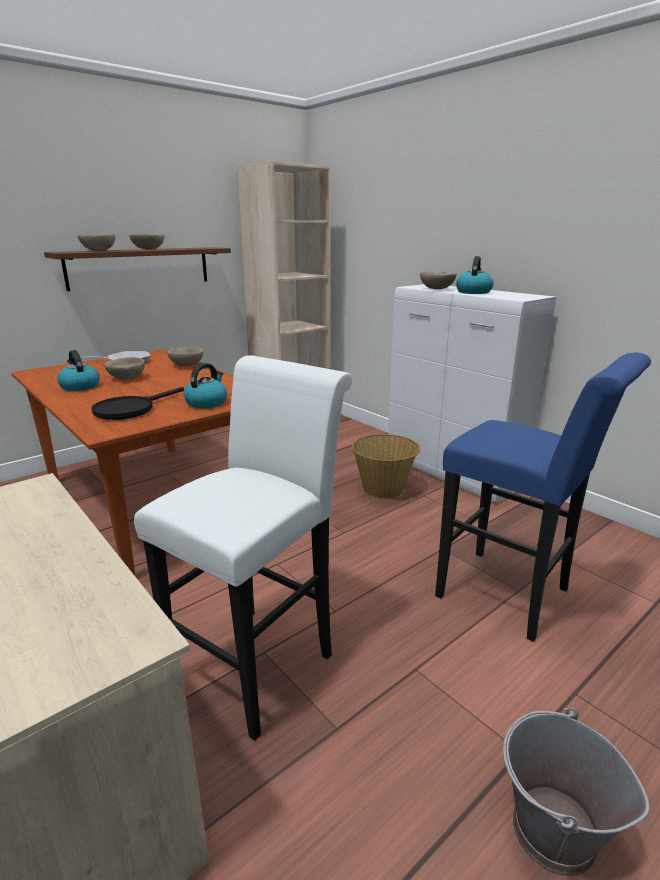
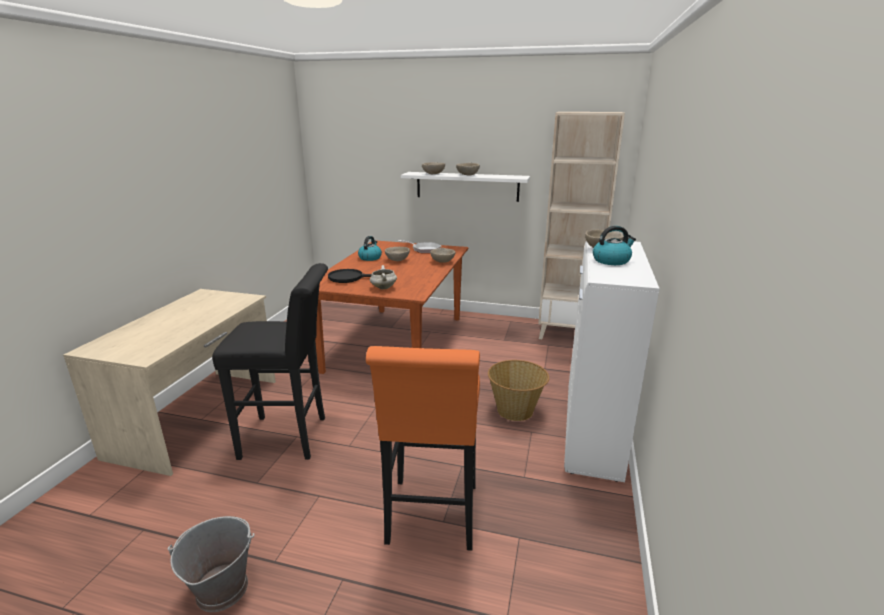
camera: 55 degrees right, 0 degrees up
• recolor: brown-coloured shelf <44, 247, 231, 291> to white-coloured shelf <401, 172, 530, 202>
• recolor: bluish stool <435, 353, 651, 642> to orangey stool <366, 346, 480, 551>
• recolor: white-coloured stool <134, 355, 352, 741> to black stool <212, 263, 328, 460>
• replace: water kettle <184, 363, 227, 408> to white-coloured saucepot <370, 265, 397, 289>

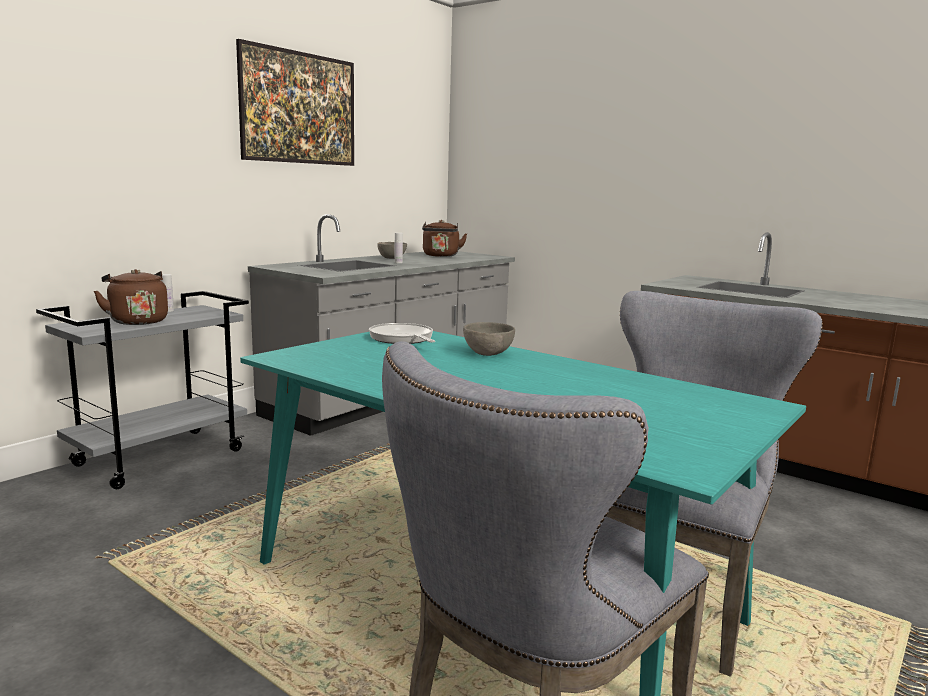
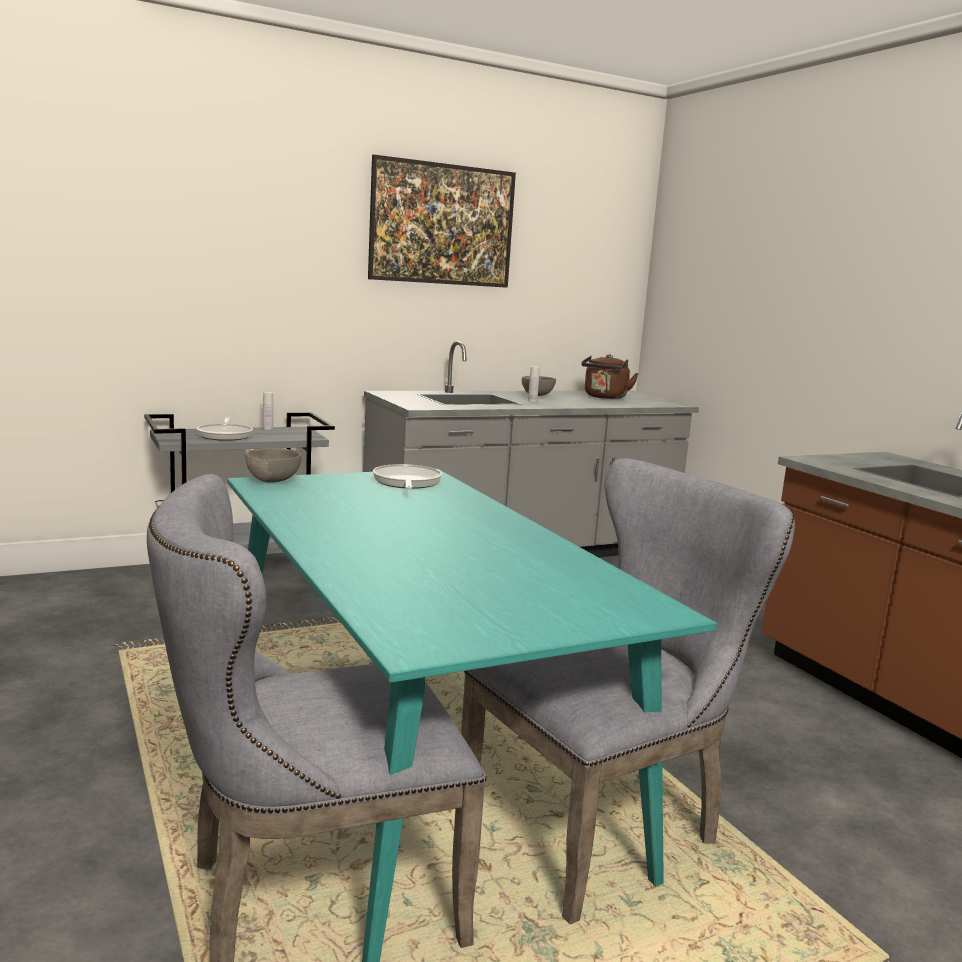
camera: 25 degrees right, 0 degrees up
• replace: brown-coloured water kettle <94, 269, 168, 325> to pan <197, 417, 253, 441>
• move: grey deep dish <463, 322, 515, 356> to <245, 448, 301, 483>

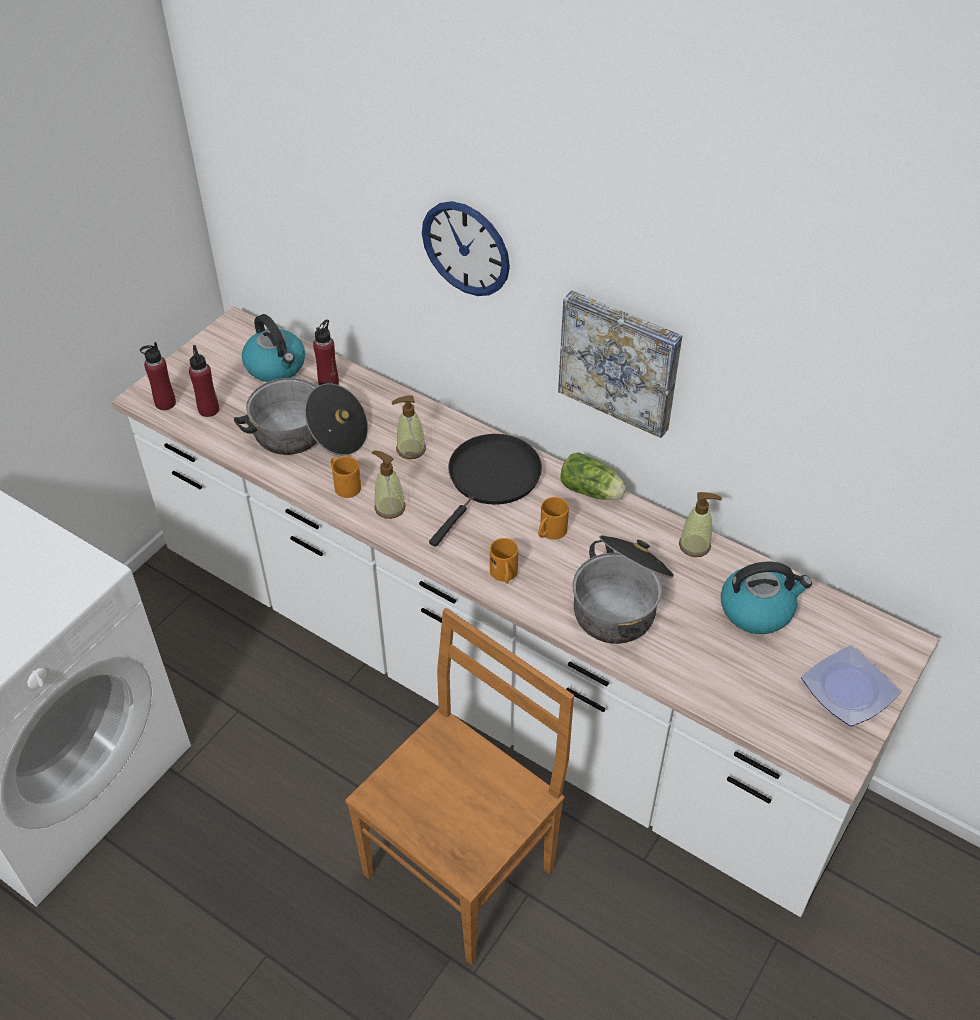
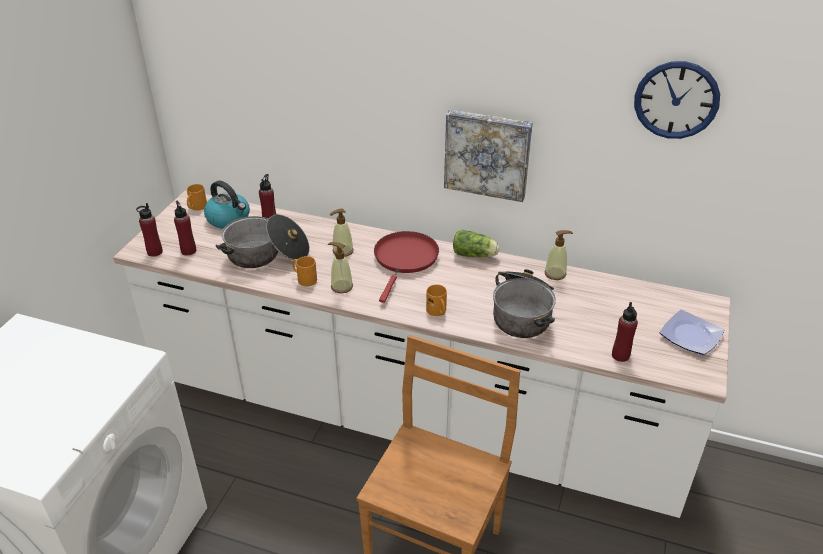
camera: 15 degrees left, 10 degrees down
• move: hanging clock <422, 201, 510, 296> to <634, 61, 720, 139>
• recolor: black pan <429, 434, 542, 547> to reddish pan <374, 231, 439, 303>
• move: orangey coffee mug <538, 497, 569, 540> to <187, 184, 207, 210>
• delete: water kettle <721, 562, 812, 634>
• insert: reddish drink bottle <612, 302, 638, 362>

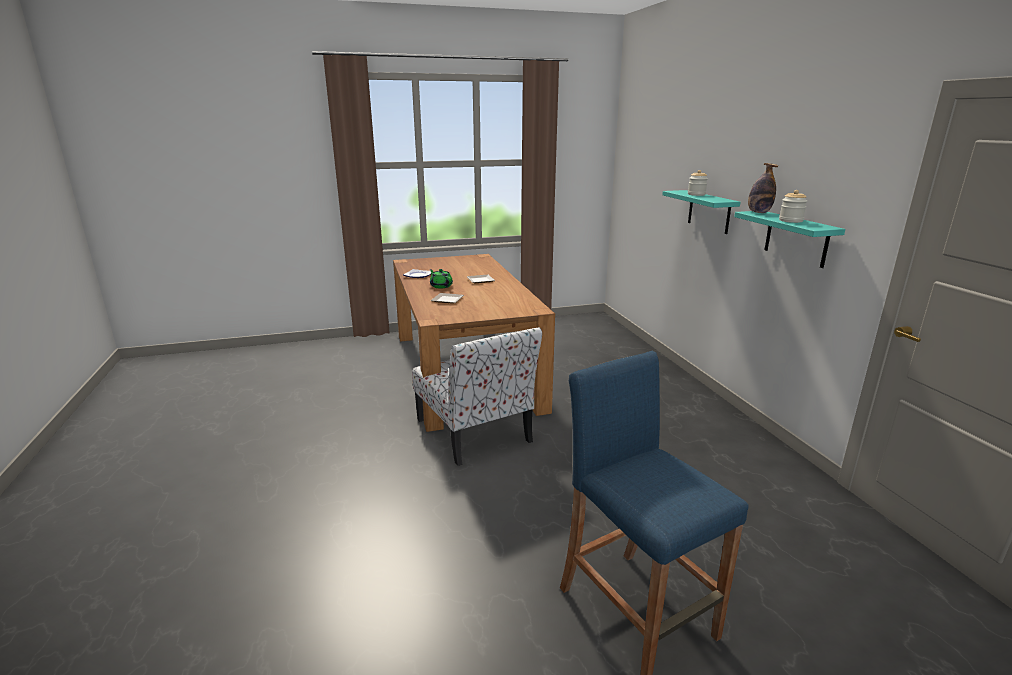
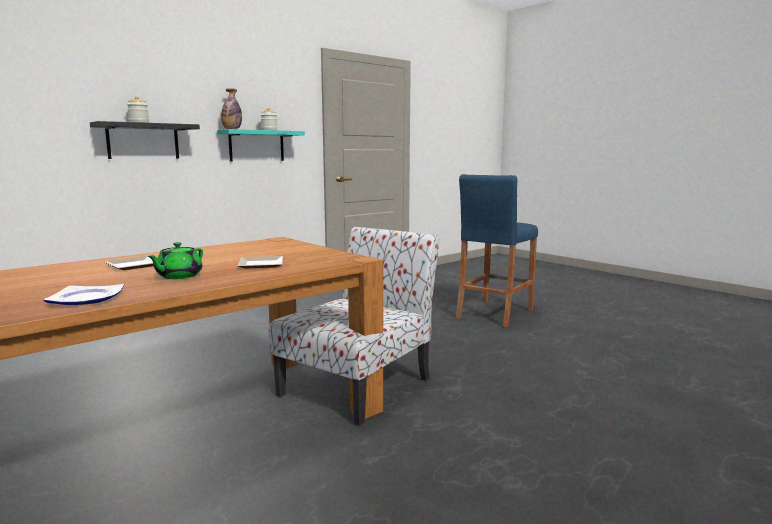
camera: 115 degrees left, 10 degrees down
• recolor: turquoise-coloured shelf <662, 190, 740, 234> to black shelf <90, 121, 200, 159>

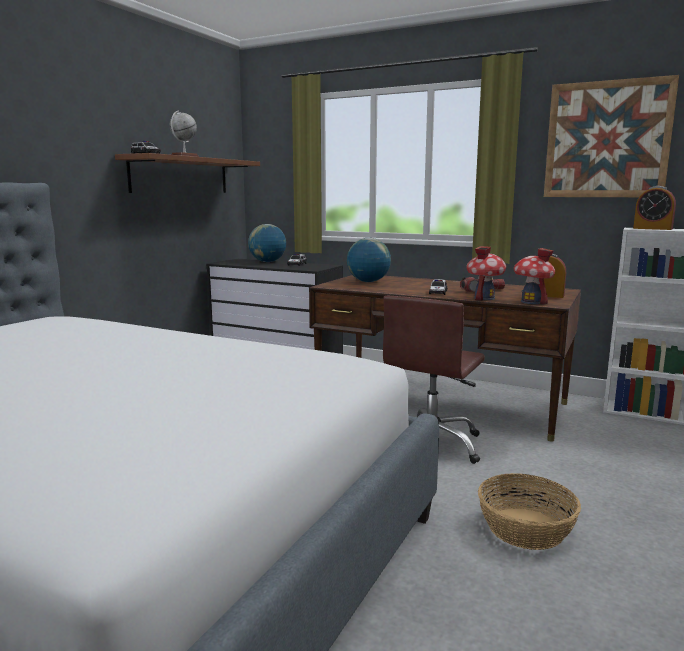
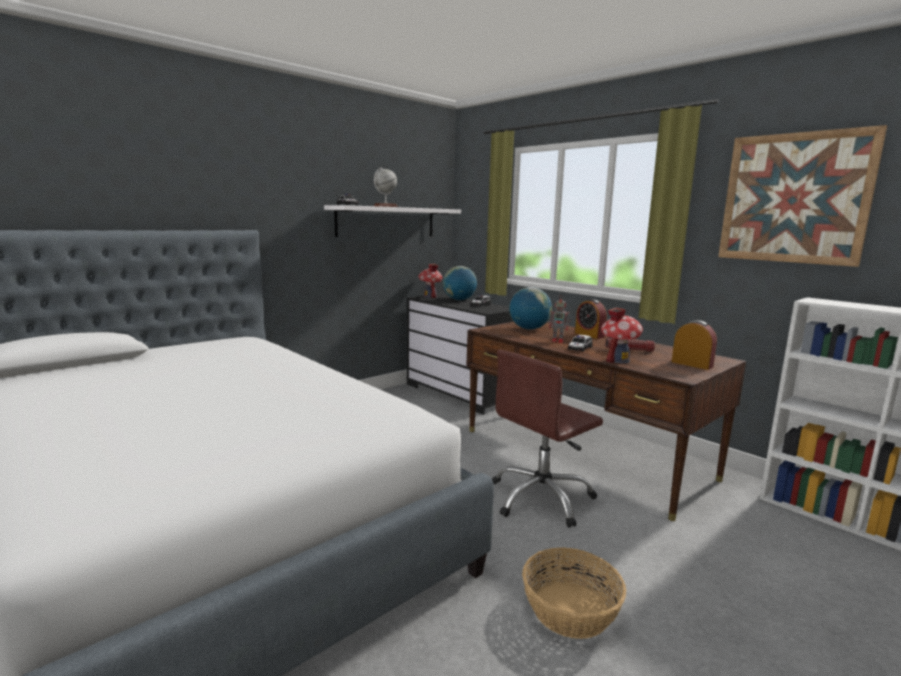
camera: 20 degrees right, 0 degrees up
• recolor: brown-coloured shelf <115, 153, 260, 193> to white-coloured shelf <324, 205, 461, 237>
• move: table clock <633, 186, 676, 230> to <575, 299, 607, 339>
• move: toy house <514, 248, 555, 305> to <418, 264, 442, 298>
• insert: toy robot <549, 295, 571, 343>

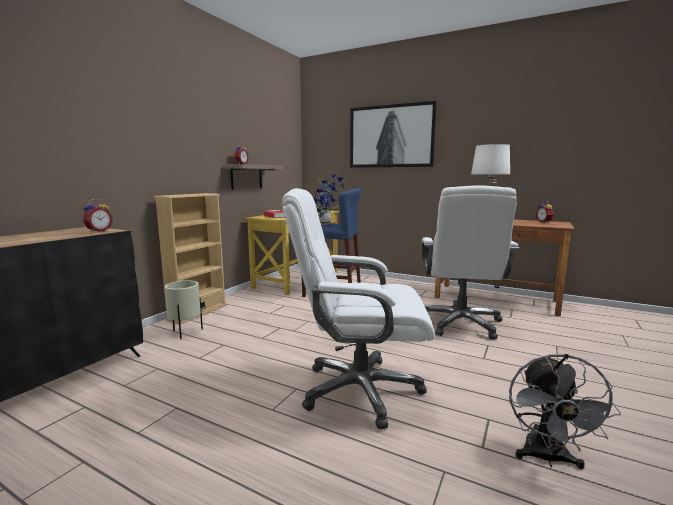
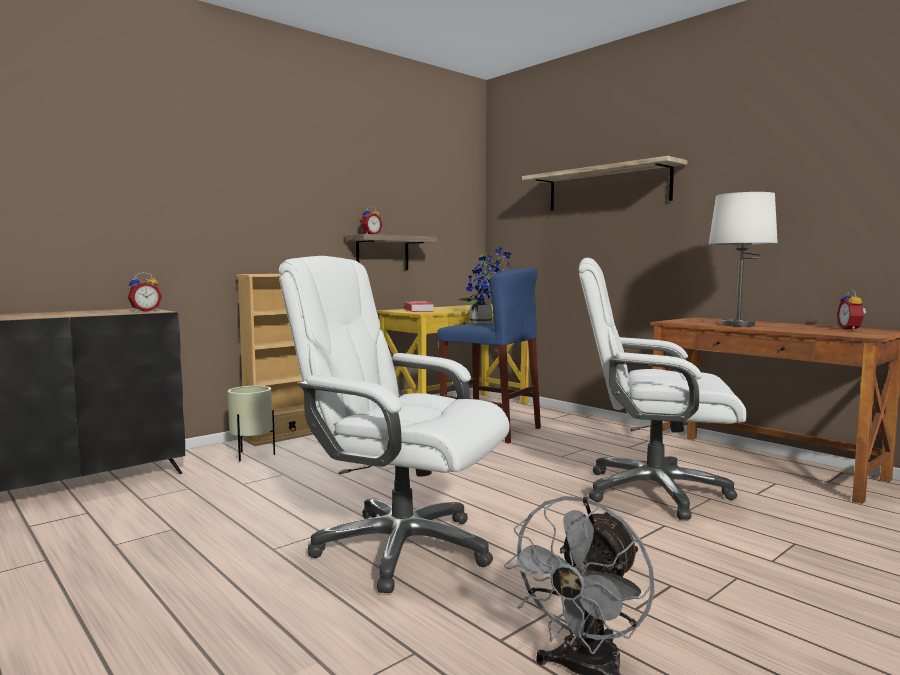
camera: 20 degrees right, 5 degrees down
• replace: wall art <350, 101, 437, 168> to shelf <522, 156, 687, 211>
• rotate: white-coloured computer chair <422, 185, 519, 340> = <579, 258, 747, 520> 75 degrees clockwise

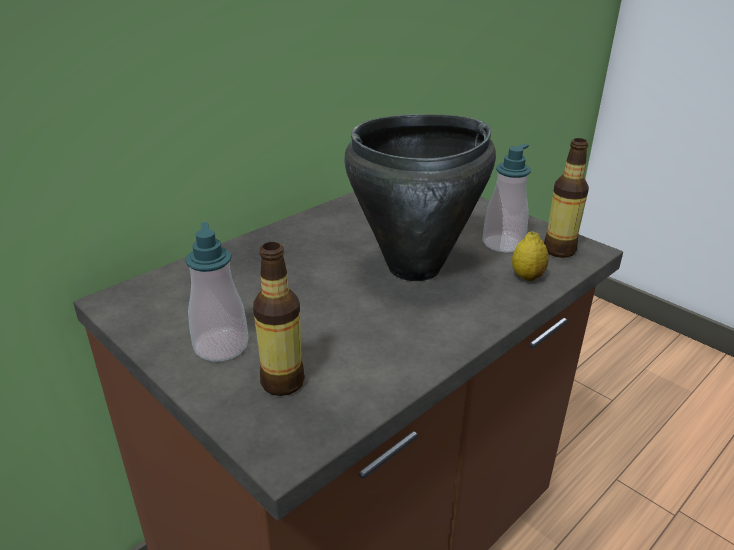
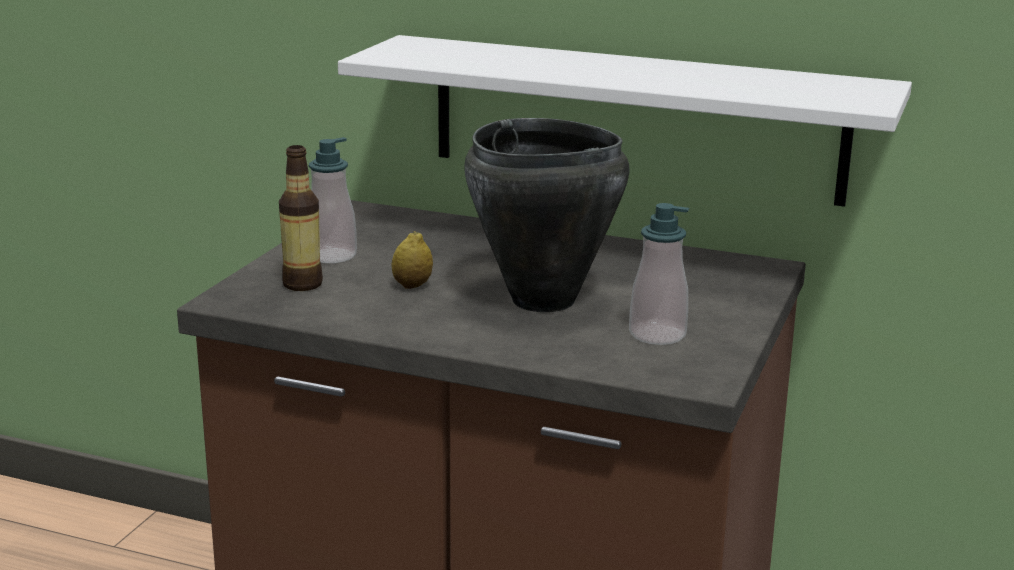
camera: 65 degrees right, 10 degrees down
• delete: drink bottle <544, 138, 589, 258>
• move: citrus fruit <512, 231, 549, 281> to <391, 231, 433, 289>
• insert: white-coloured shelf <338, 35, 912, 207>

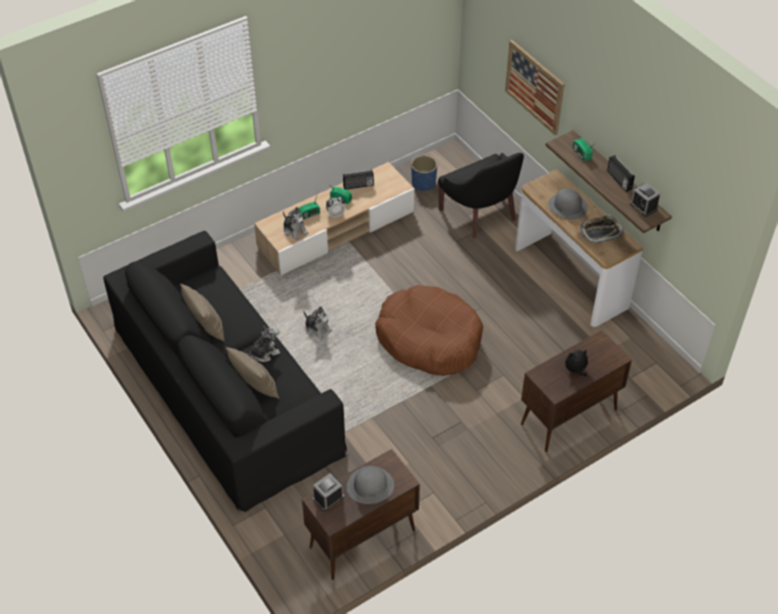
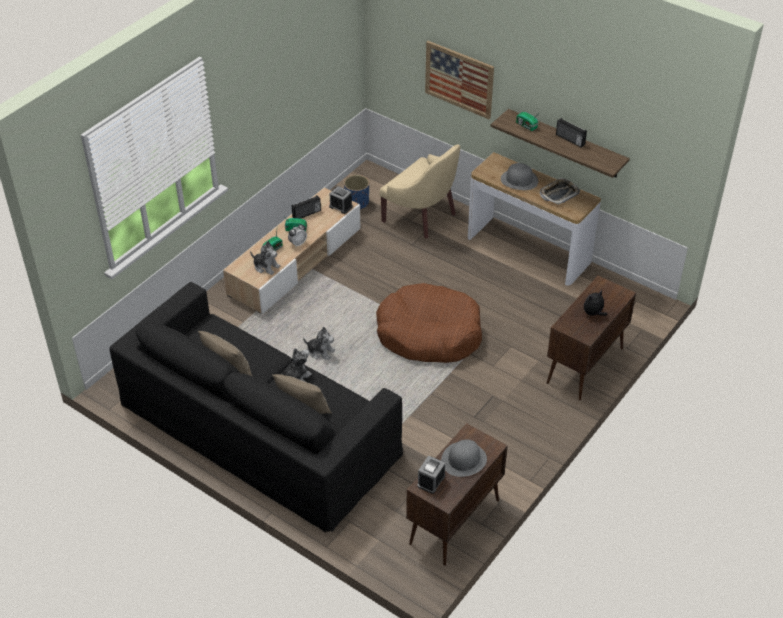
camera: 20 degrees left, 5 degrees down
• recolor: black armchair <438, 153, 524, 238> to beige armchair <379, 144, 460, 239>
• move: table clock <630, 183, 660, 217> to <329, 186, 353, 214>

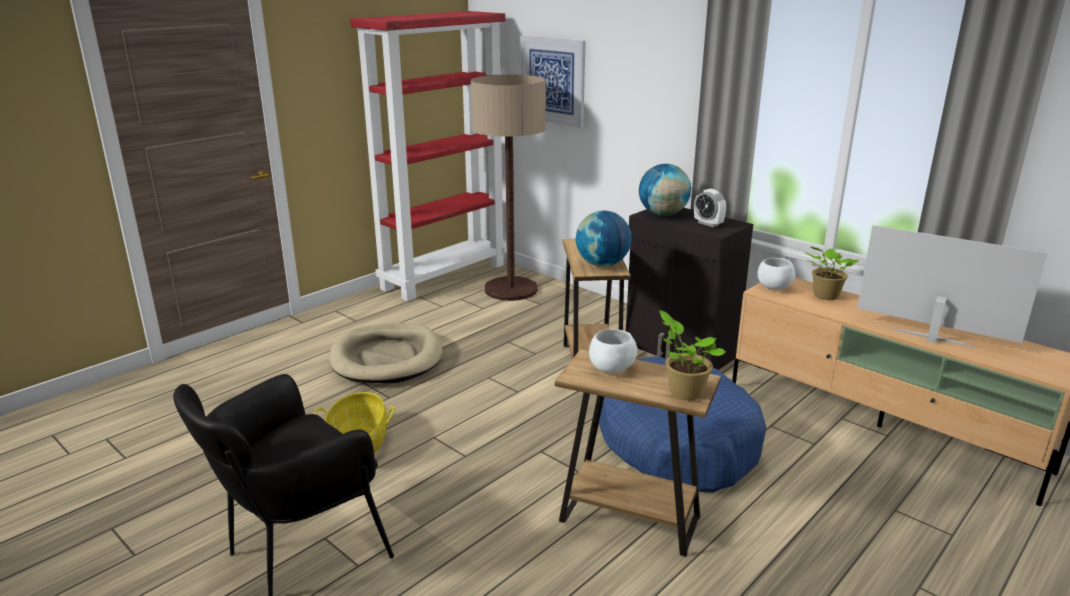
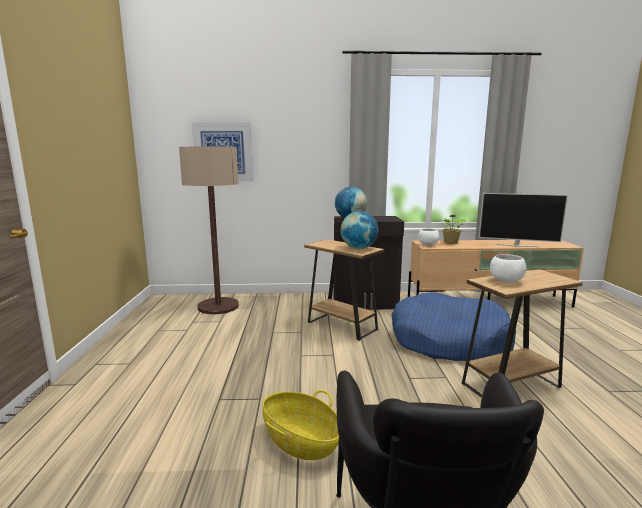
camera: 45 degrees left, 10 degrees down
• delete: reddish bookshelf <350, 11, 506, 301>
• delete: table clock <694, 189, 726, 227>
• rotate: TV set <857, 225, 1048, 348> = <479, 193, 568, 247> 150 degrees counterclockwise
• delete: houseplant <660, 310, 727, 400>
• delete: beige pet bed <329, 323, 442, 383>

